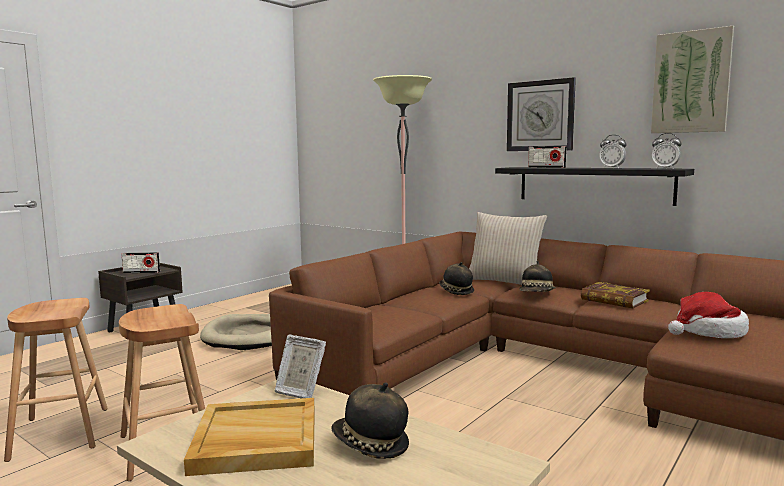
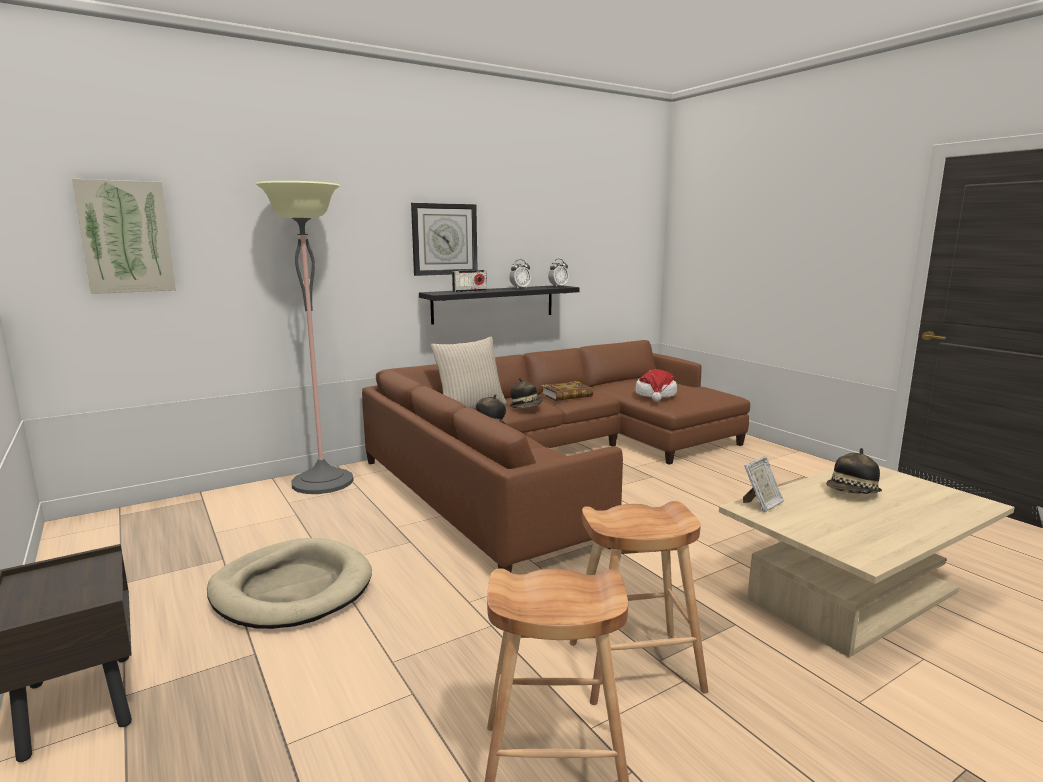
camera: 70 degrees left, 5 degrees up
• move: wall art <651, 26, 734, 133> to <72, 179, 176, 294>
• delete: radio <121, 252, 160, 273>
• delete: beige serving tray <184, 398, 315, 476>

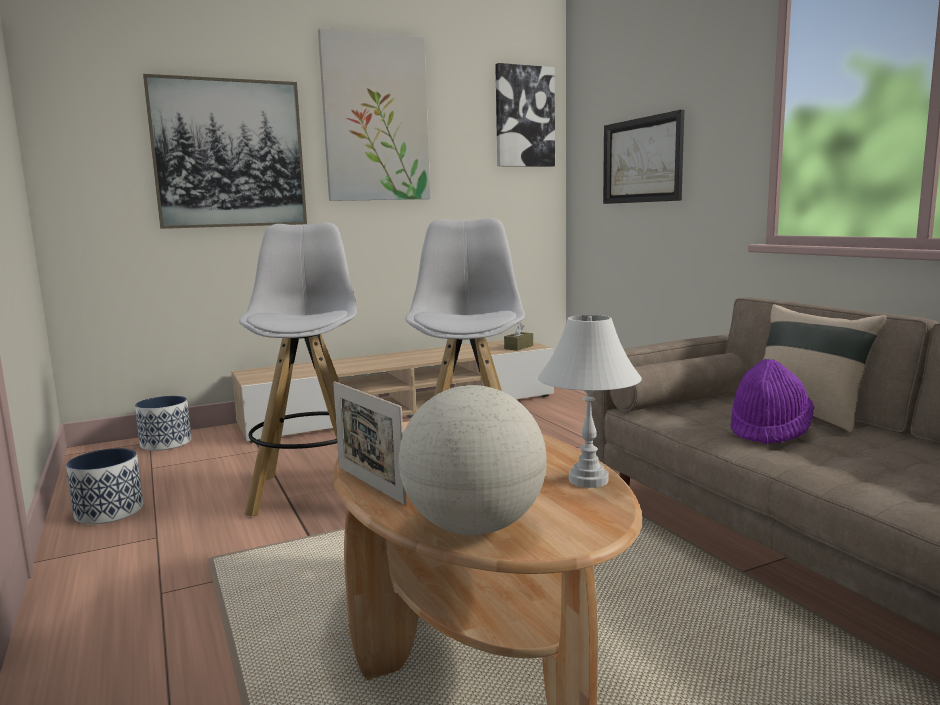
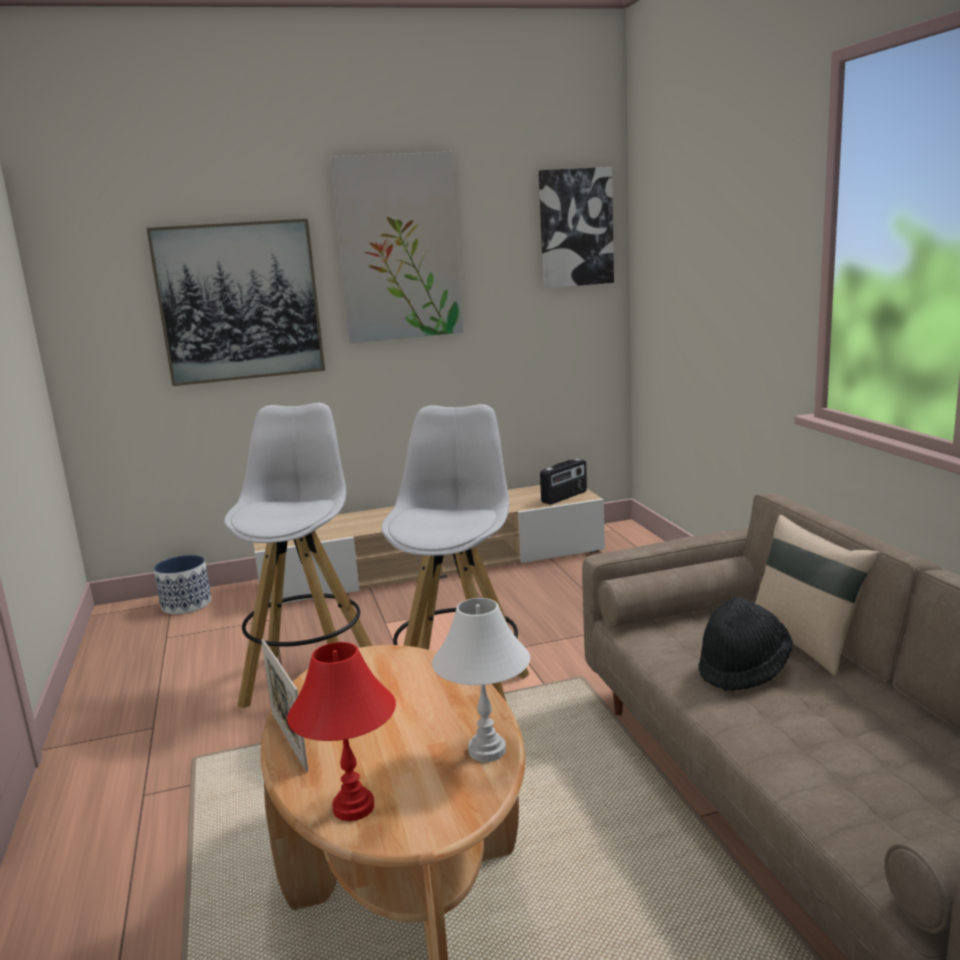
camera: 10 degrees right, 5 degrees up
• delete: wall art <603, 110, 684, 204>
• replace: brown-coloured box of tissues <504, 323, 533, 351> to radio <540, 458, 587, 505>
• recolor: purple-coloured hat <731, 359, 814, 445> to black hat <698, 597, 793, 691>
• replace: desk globe <399, 385, 547, 535> to reddish tabletop lamp <287, 642, 396, 821>
• delete: planter <66, 448, 143, 524>

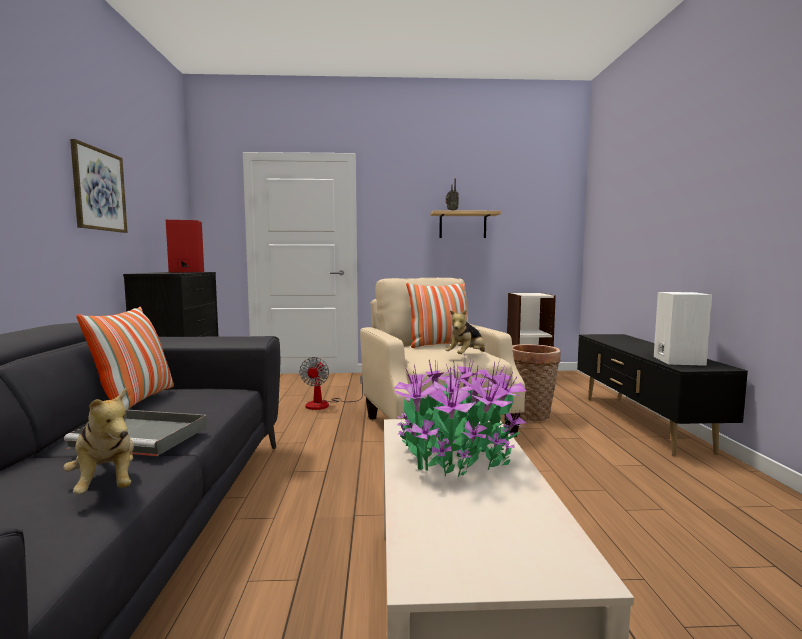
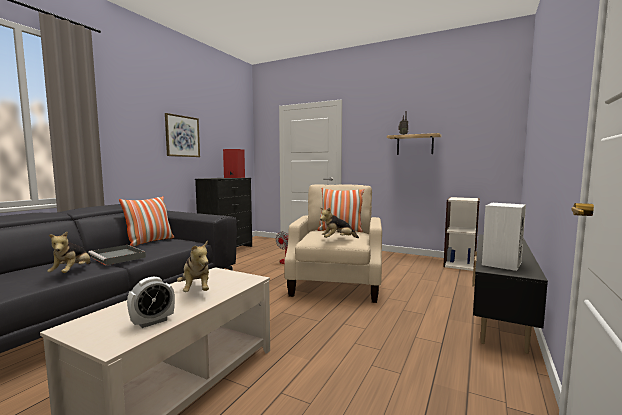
camera: 30 degrees right, 0 degrees up
• delete: storage basket <512, 344, 561, 422>
• replace: houseplant <394, 359, 526, 477> to soft toy <177, 241, 209, 292>
• insert: table clock <127, 277, 175, 328>

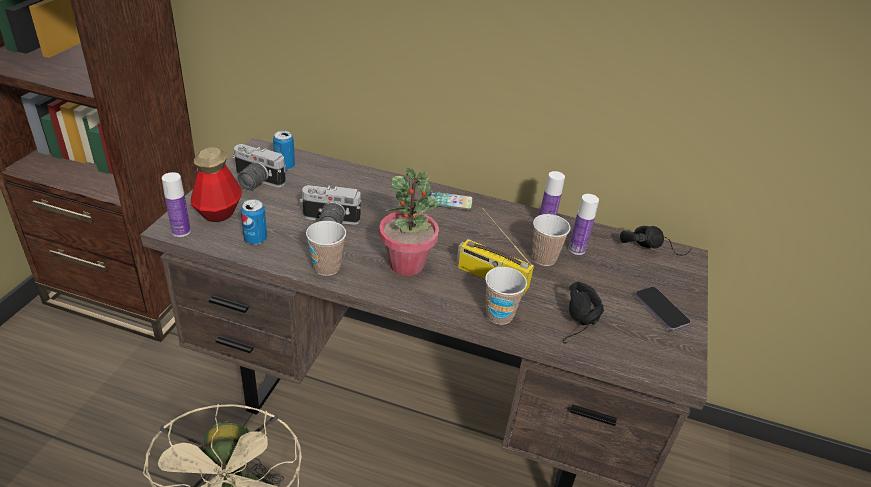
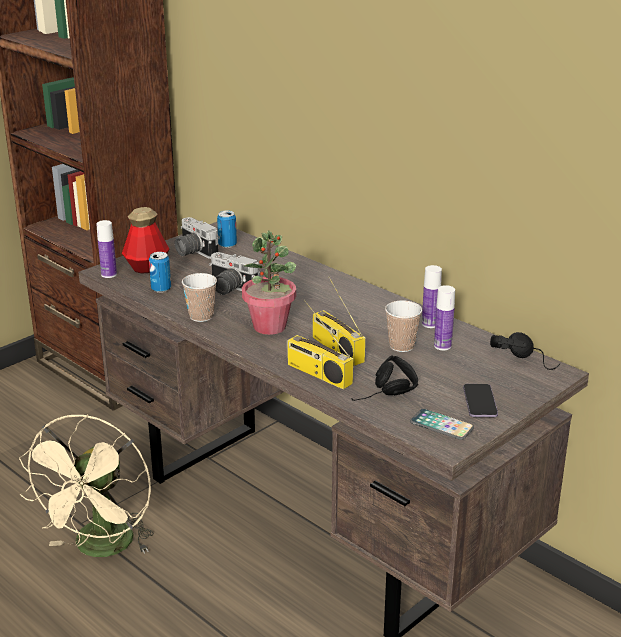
camera: 30 degrees right, 10 degrees down
• move: handset <426, 191, 474, 211> to <410, 409, 474, 440>
• replace: cup <485, 267, 527, 325> to radio <287, 299, 353, 389>

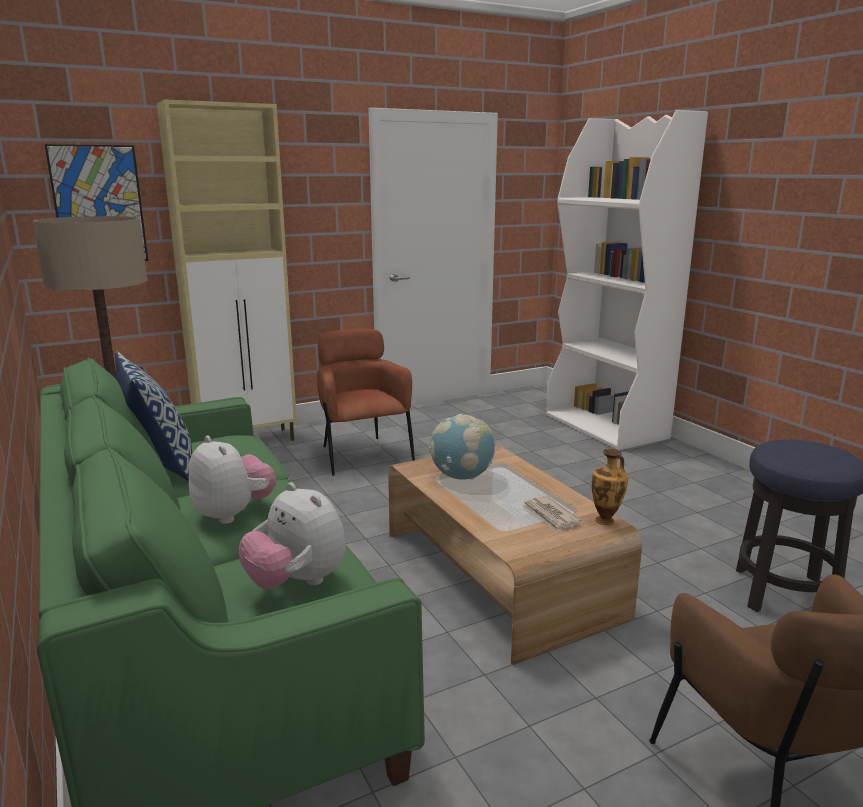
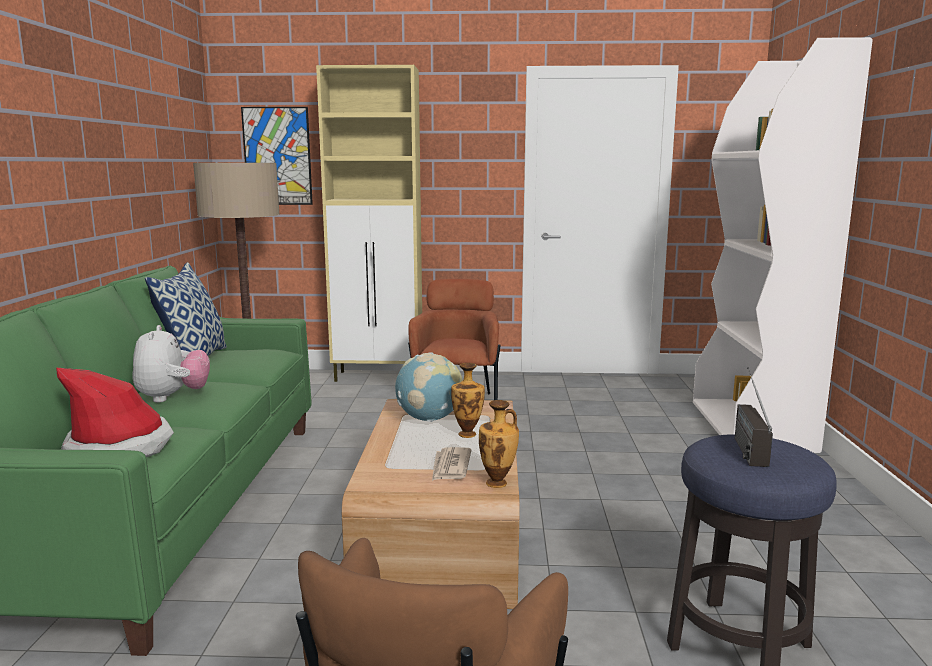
camera: 30 degrees right, 5 degrees down
• replace: soft toy <239, 482, 346, 589> to hat <56, 368, 174, 457>
• insert: flower vase <451, 363, 485, 438>
• insert: radio <735, 367, 773, 467>

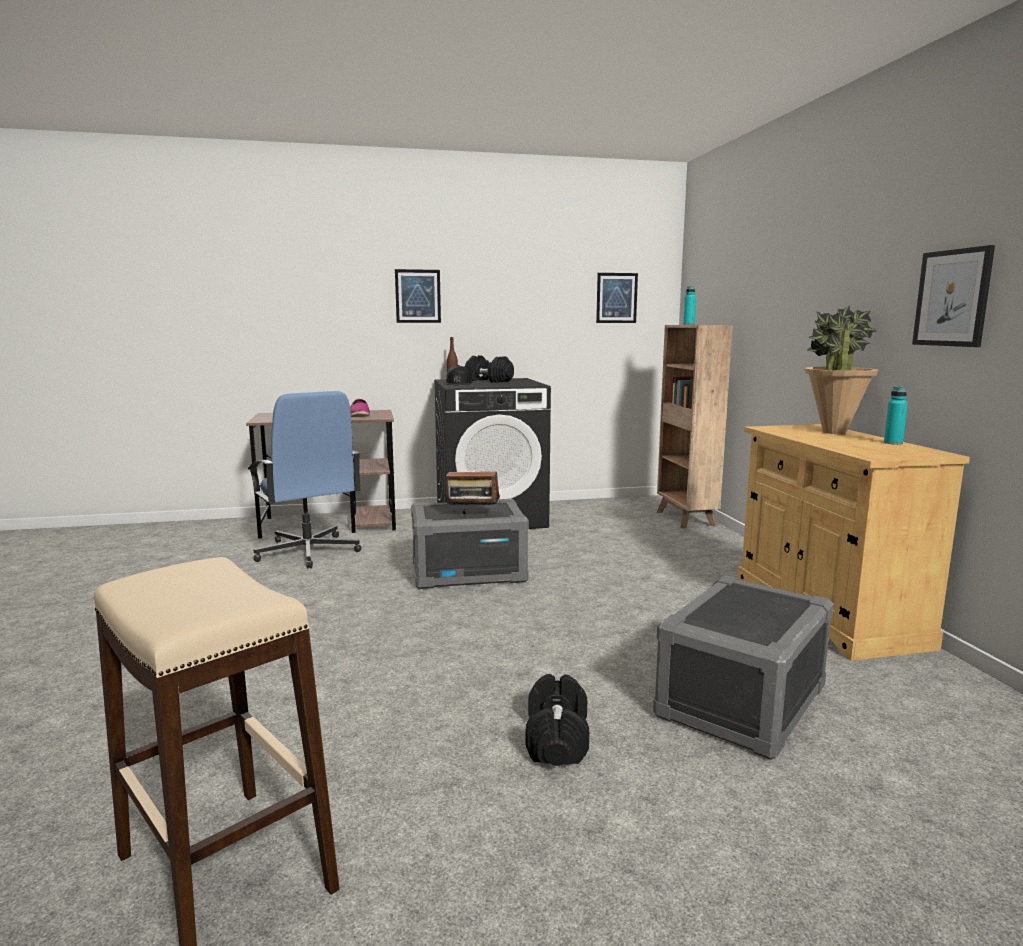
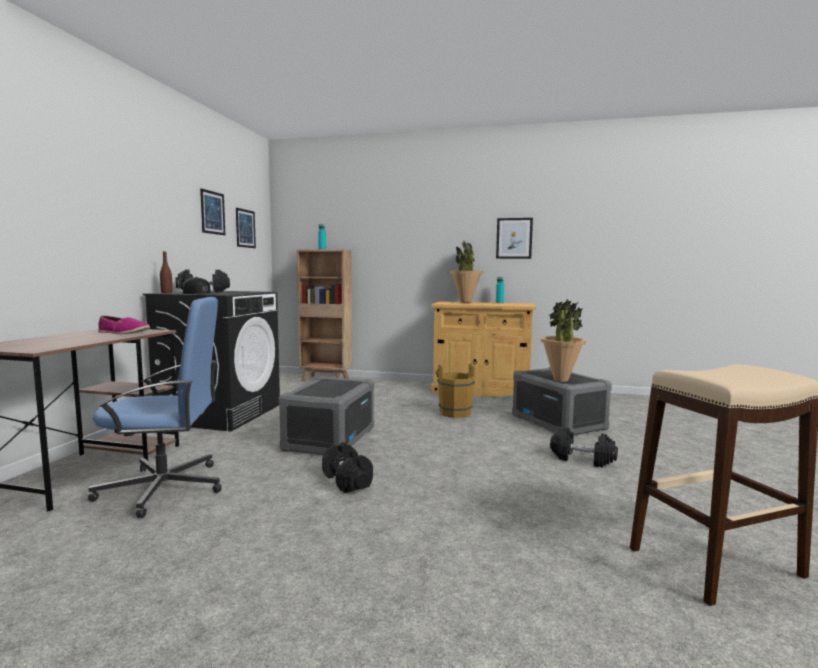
camera: 65 degrees left, 5 degrees down
• move: wall art <395, 269, 441, 323> to <200, 188, 225, 235>
• delete: radio <445, 460, 500, 514>
• insert: houseplant <540, 299, 587, 382>
• insert: brown-coloured bucket <436, 363, 475, 418>
• insert: black hand weight <322, 442, 373, 493>

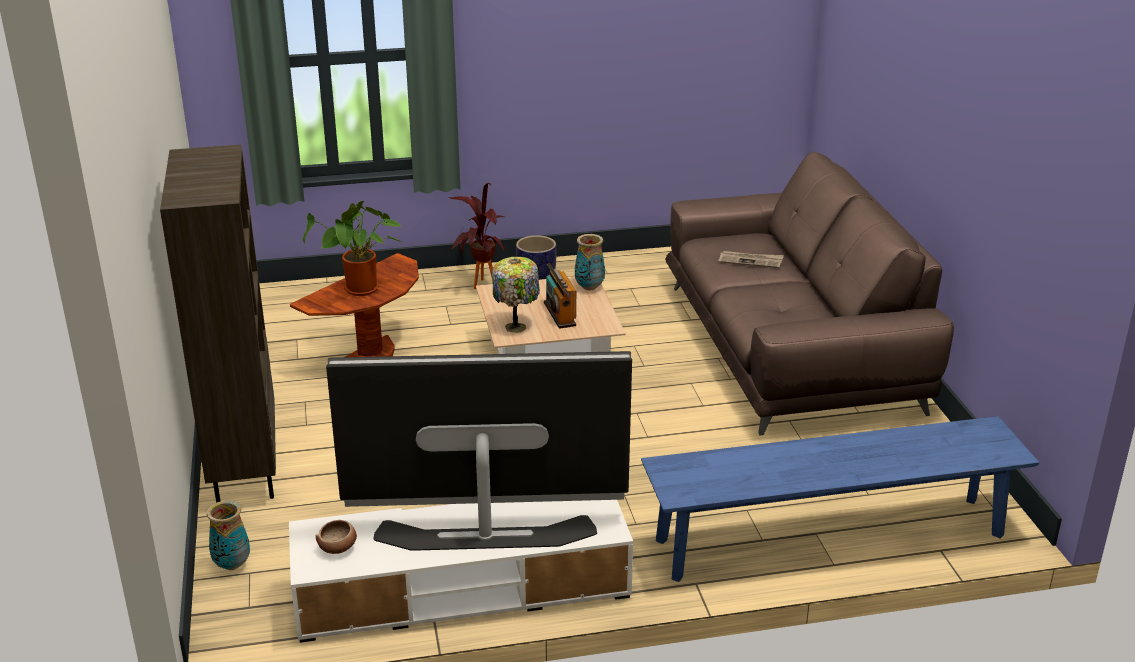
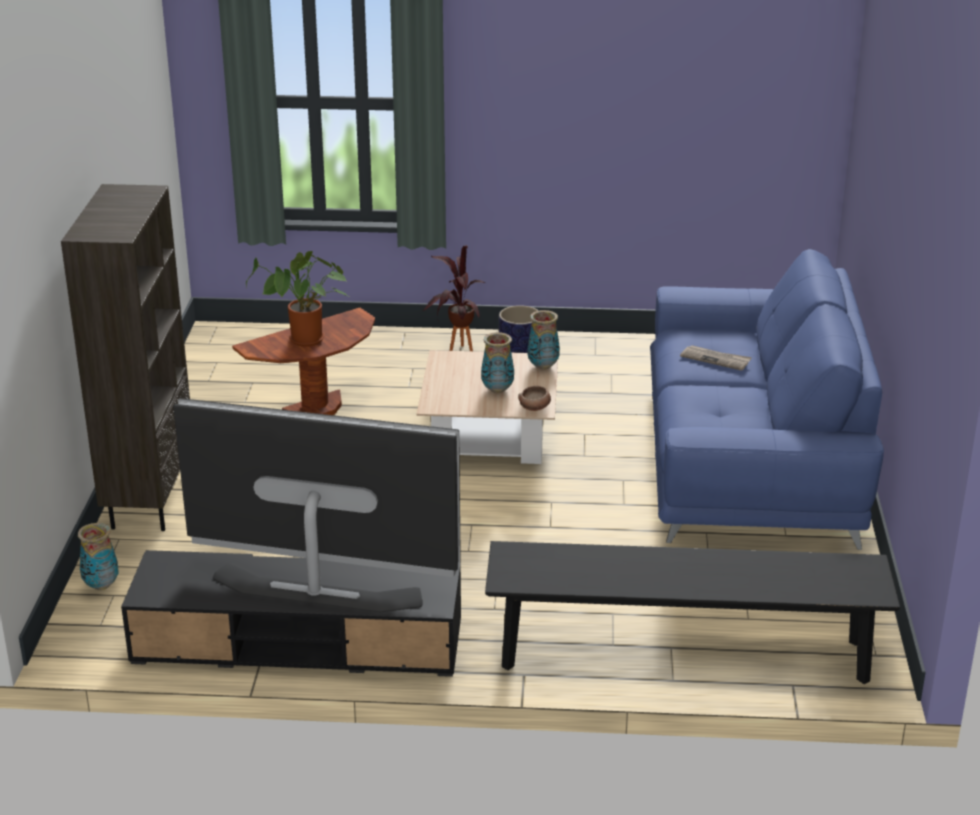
camera: 15 degrees right, 0 degrees up
• recolor: brown-coloured sofa <665, 152, 954, 435> to bluish sofa <650, 249, 884, 550>
• delete: tabletop lamp <492, 257, 540, 333>
• replace: radio <544, 263, 577, 329> to flower vase <481, 332, 514, 393>
• recolor: bluish indoor bench <641, 416, 1039, 582> to black indoor bench <485, 541, 900, 684>
• recolor: white-coloured tv stand <289, 500, 633, 643> to black tv stand <121, 550, 461, 677>
• move: deep dish <316, 520, 357, 554> to <518, 386, 551, 411>

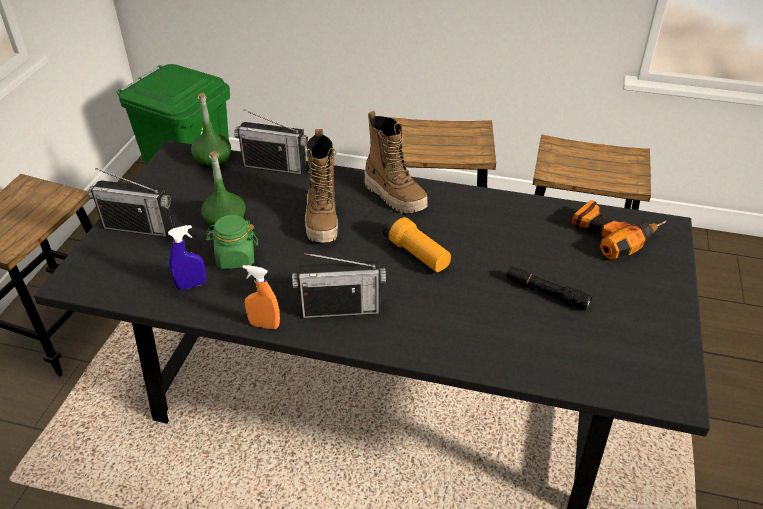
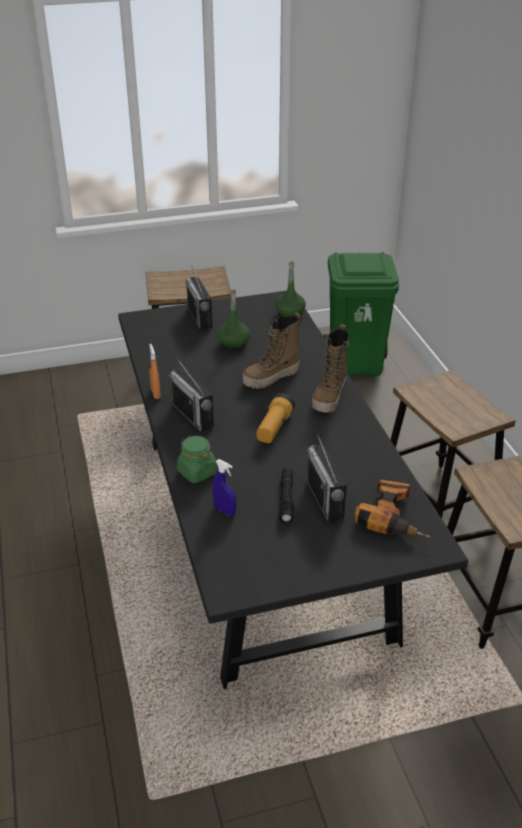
camera: 60 degrees right, 5 degrees down
• move: radio <234, 109, 308, 175> to <307, 434, 347, 523>
• move: greenish preserve jar <206, 215, 258, 269> to <177, 436, 217, 483>
• move: bluish sprayer <168, 225, 206, 290> to <213, 459, 236, 516>

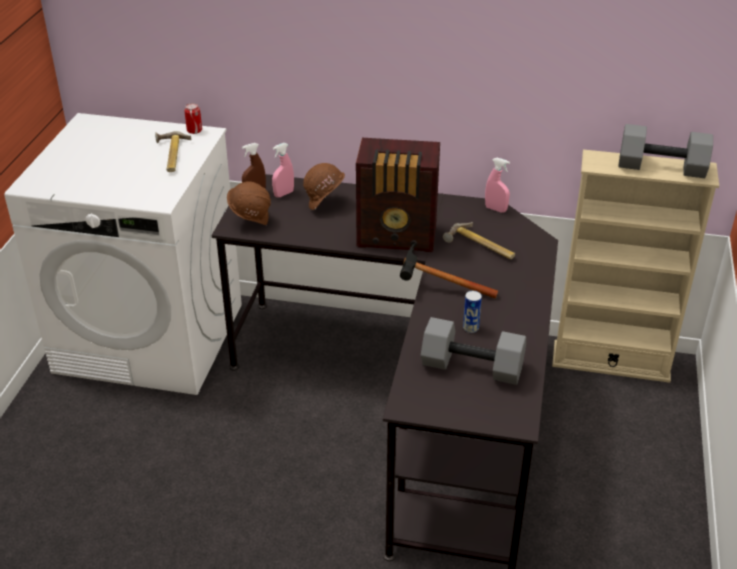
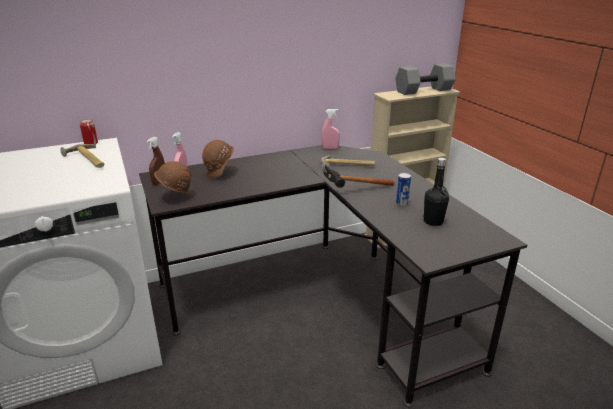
camera: 35 degrees left, 10 degrees down
• delete: radio <356, 138, 440, 252>
• replace: grey hand weight <421, 317, 526, 385> to black drink bottle <423, 158, 449, 226>

